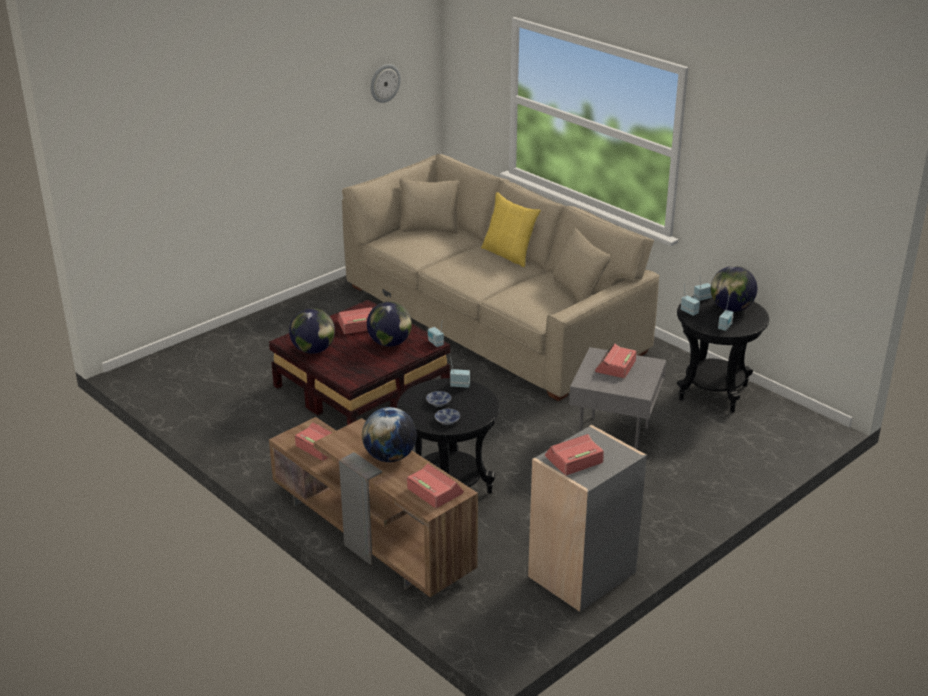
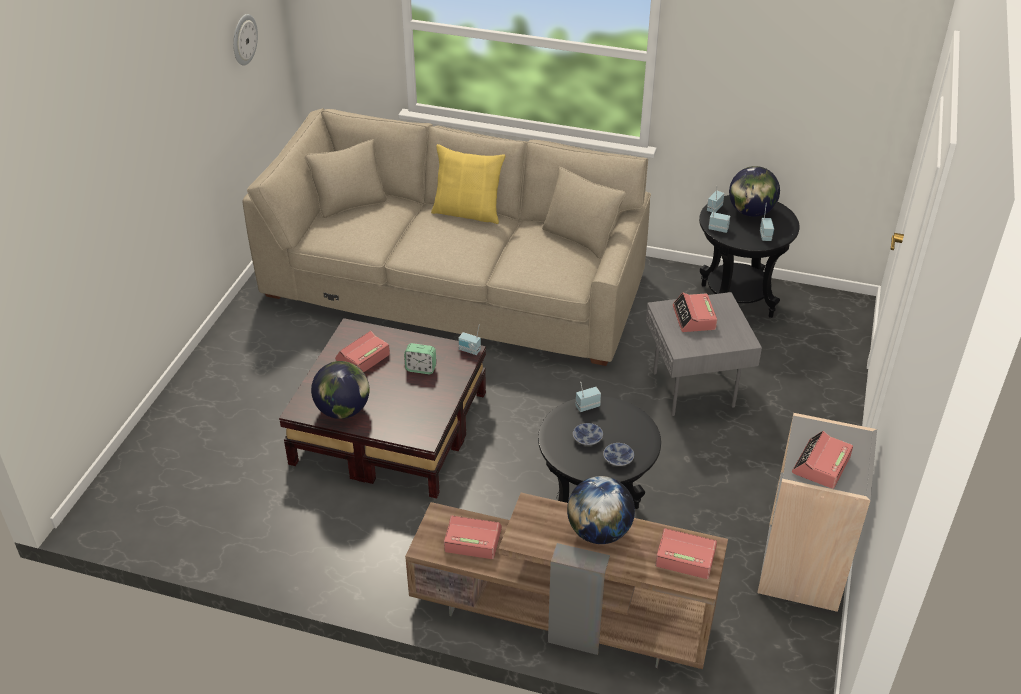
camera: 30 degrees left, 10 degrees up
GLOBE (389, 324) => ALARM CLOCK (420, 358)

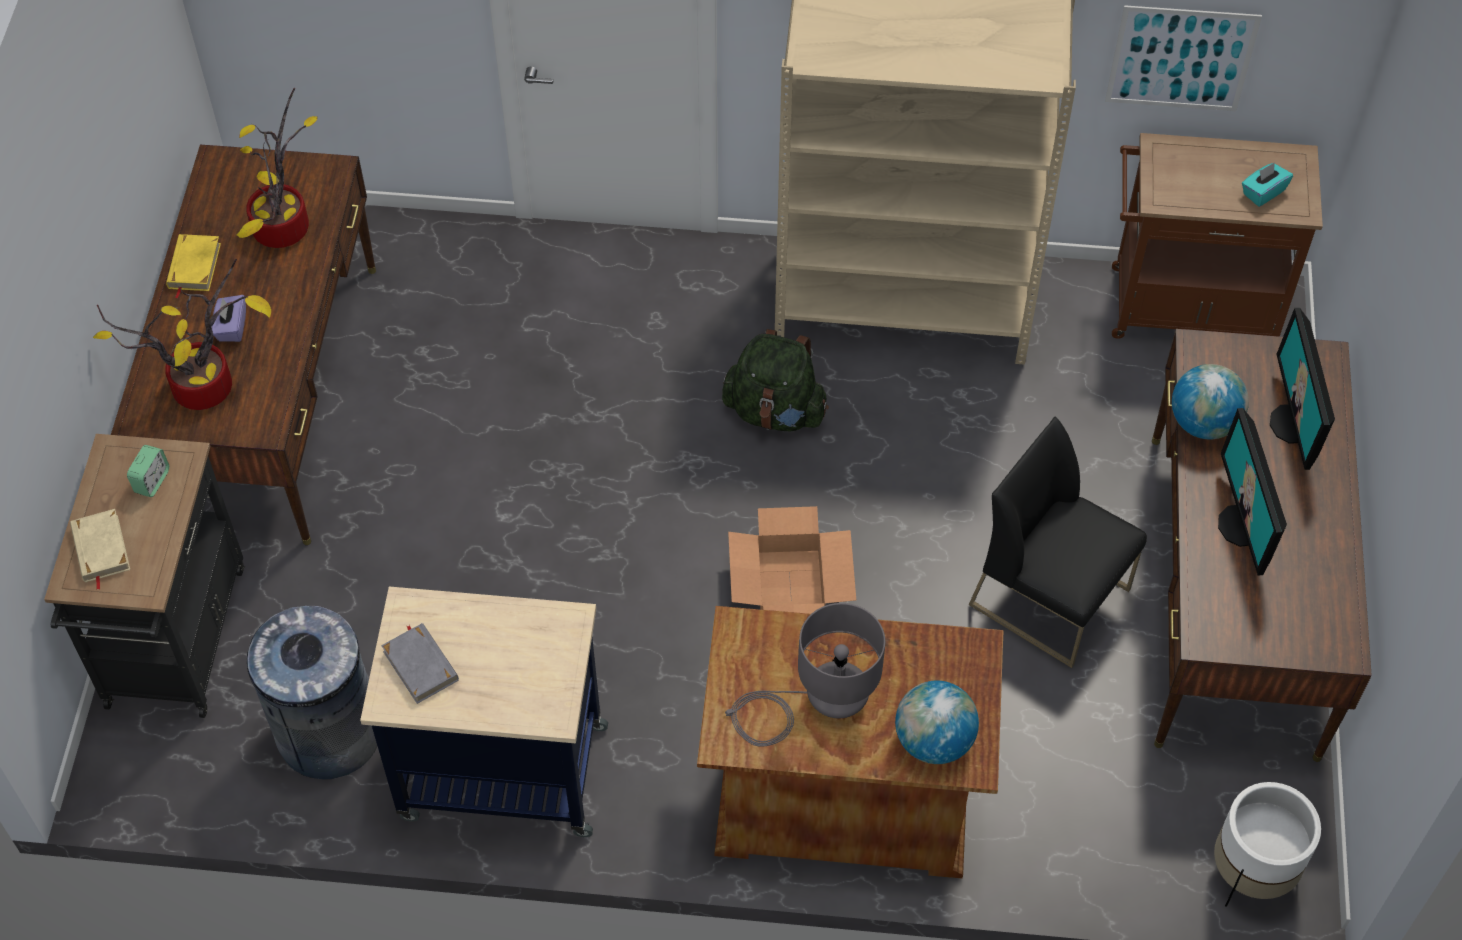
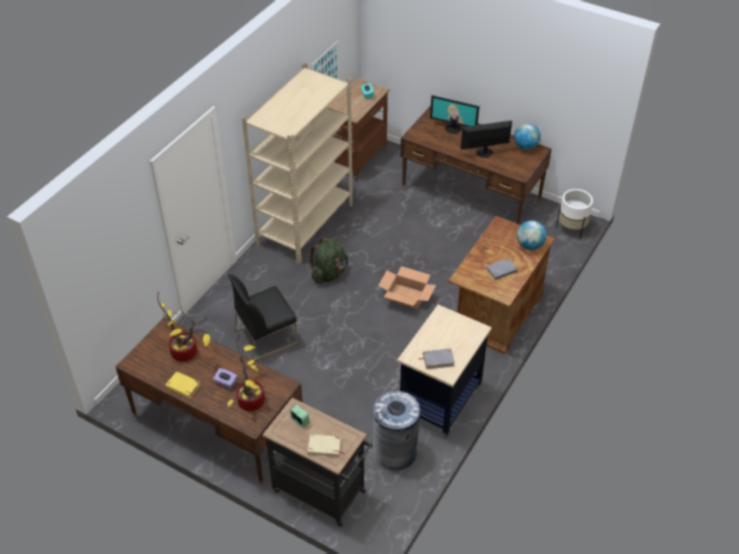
camera: 65 degrees left, 10 degrees down
BLACK CHAIR (1058, 542) => BLACK CHAIR (263, 317), move
MONITOR (1252, 492) => MONITOR (486, 139), 150 degrees clockwise
GREY TABLE LAMP (805, 675) => GREY BOOK (502, 269)
GLOBE (1210, 402) => GLOBE (527, 136), move

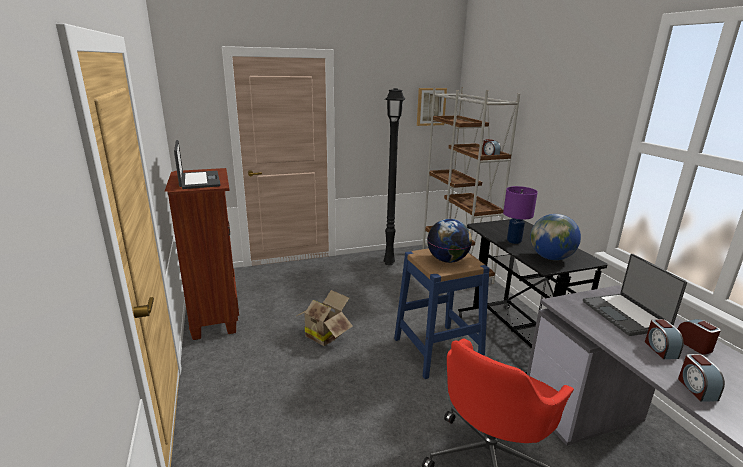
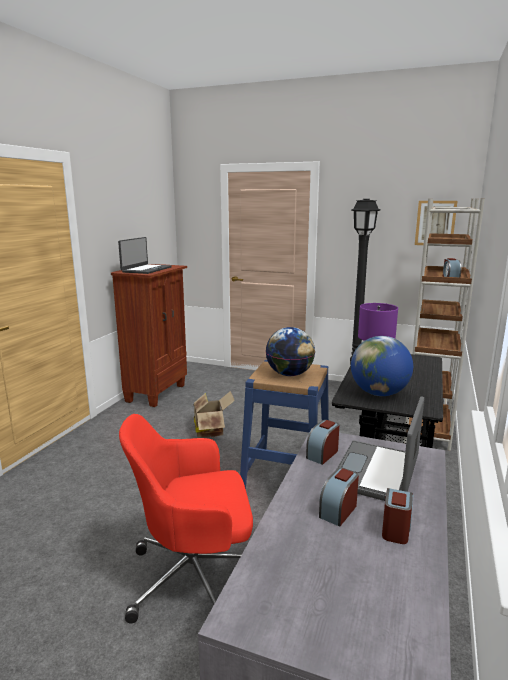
camera: 40 degrees right, 5 degrees down
ALARM CLOCK (701, 378) => ALARM CLOCK (322, 442), move

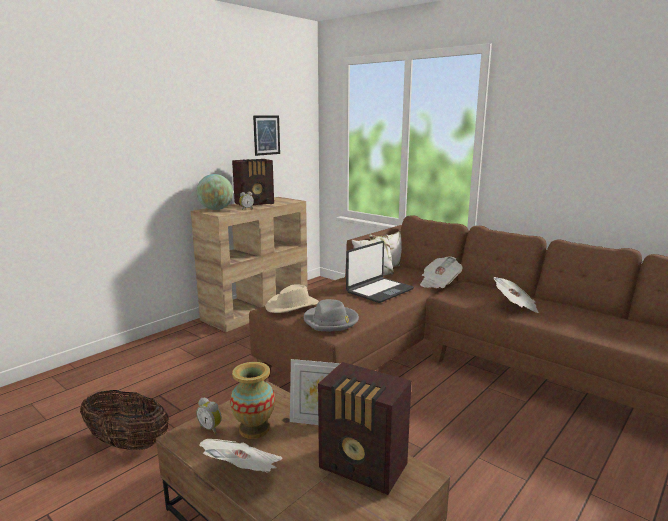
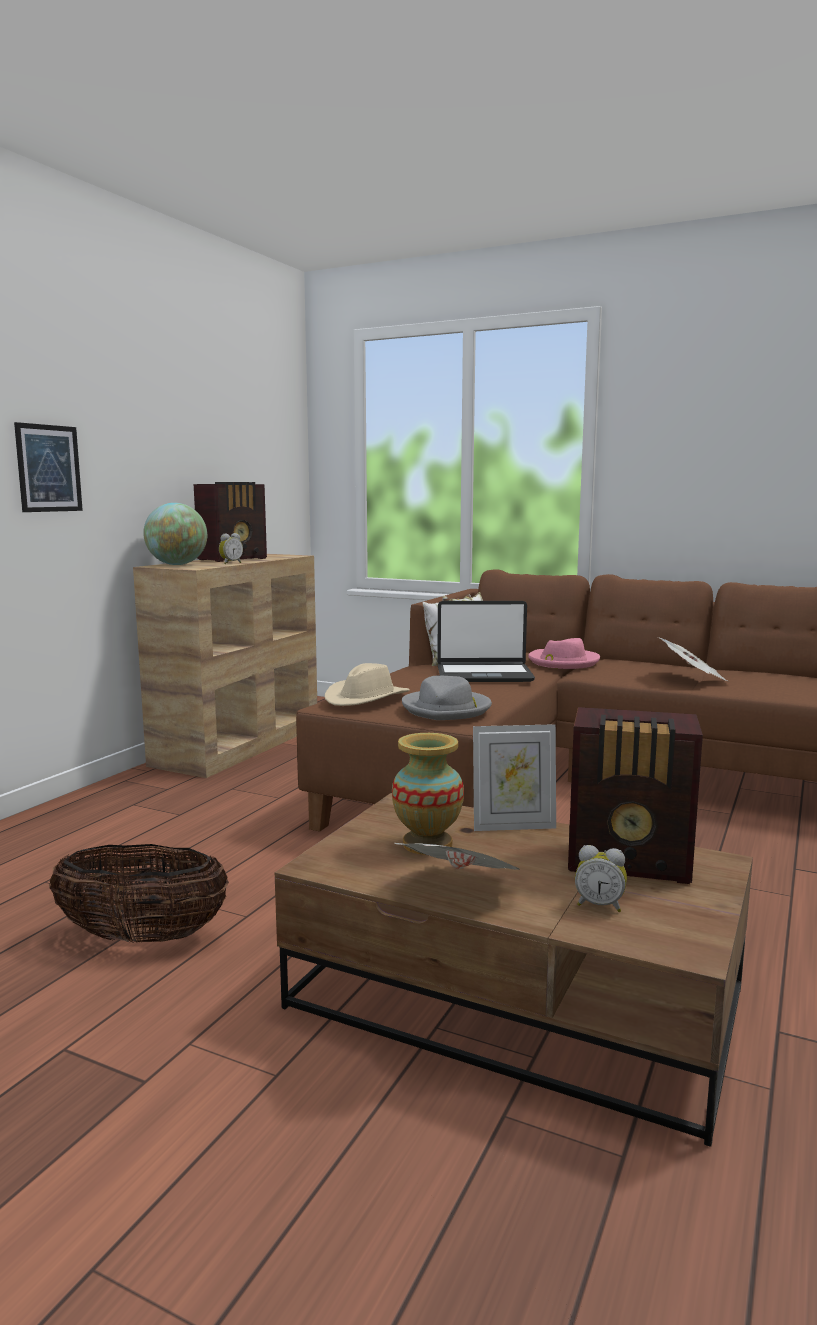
camera: 15 degrees left, 5 degrees down
PICTURE (266, 136) => PICTURE (48, 467), move
LAPTOP (380, 272) => LAPTOP (486, 641), 60 degrees clockwise
NEWSPAPER (441, 272) => PINK HAT (564, 653)
ALARM CLOCK (209, 416) => ALARM CLOCK (601, 878), move

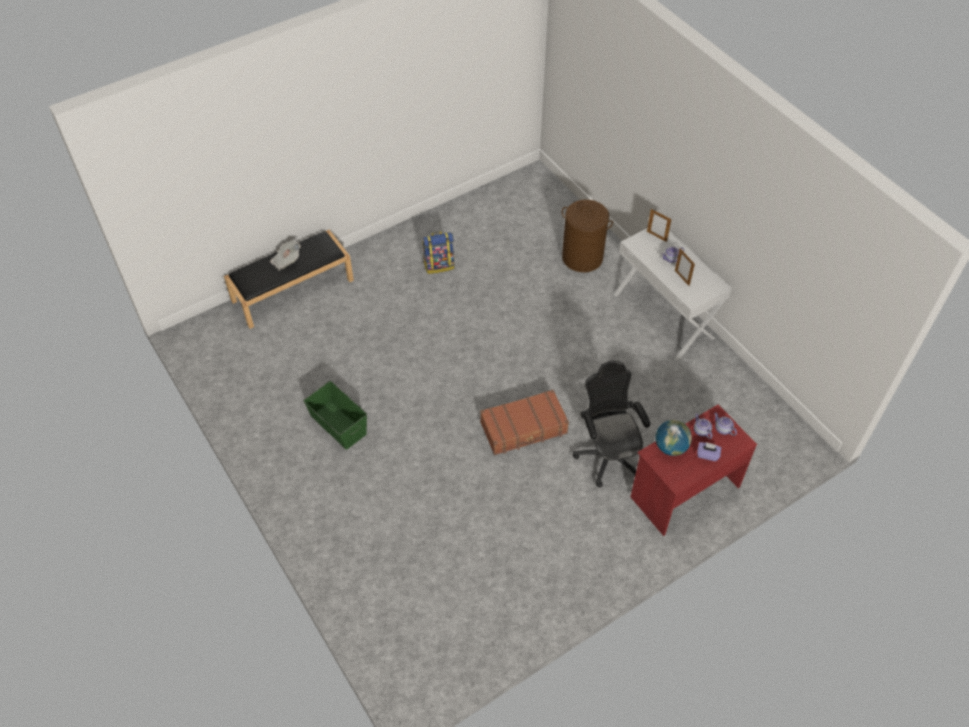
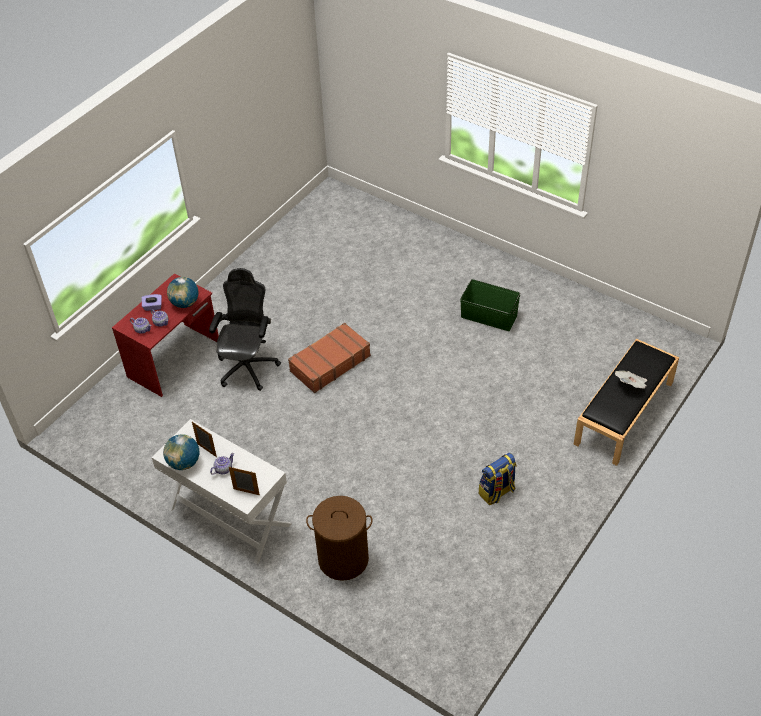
camera: 160 degrees right, 5 degrees down
nothing => GLOBE (181, 452)
OFFICE CHAIR (611, 424) => OFFICE CHAIR (245, 329), 135 degrees counterclockwise

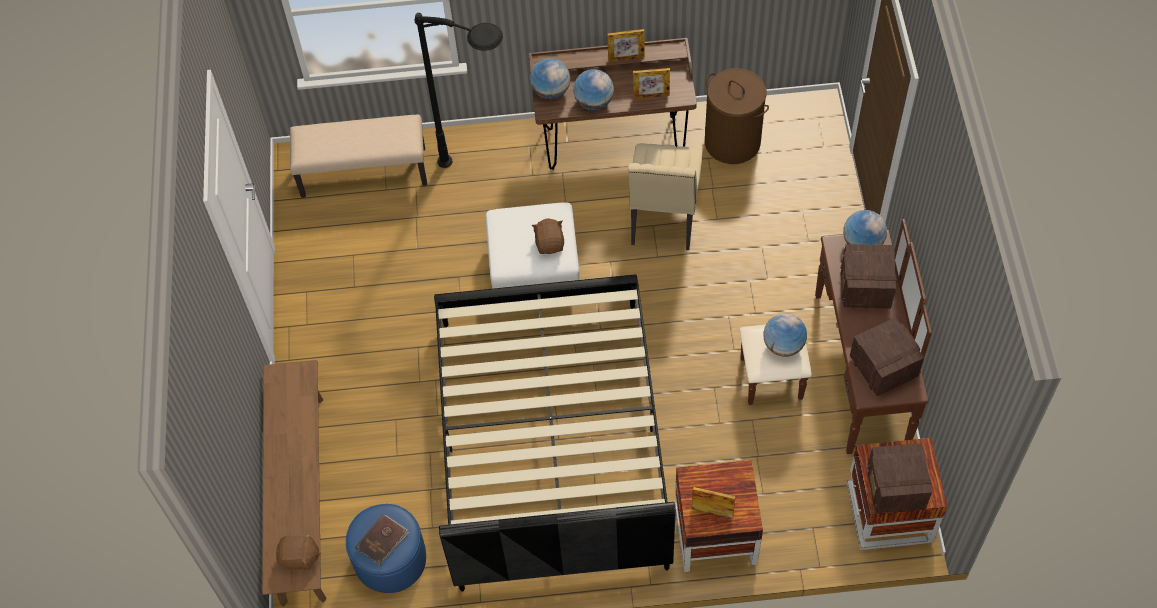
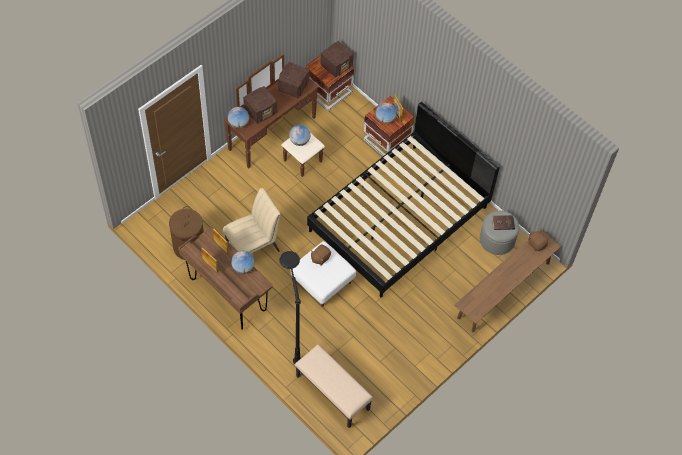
camera: 135 degrees left, 0 degrees up
GLOBE (550, 78) => GLOBE (386, 113), move
BLUE OTTOMAN (386, 548) => GREY OTTOMAN (499, 232)

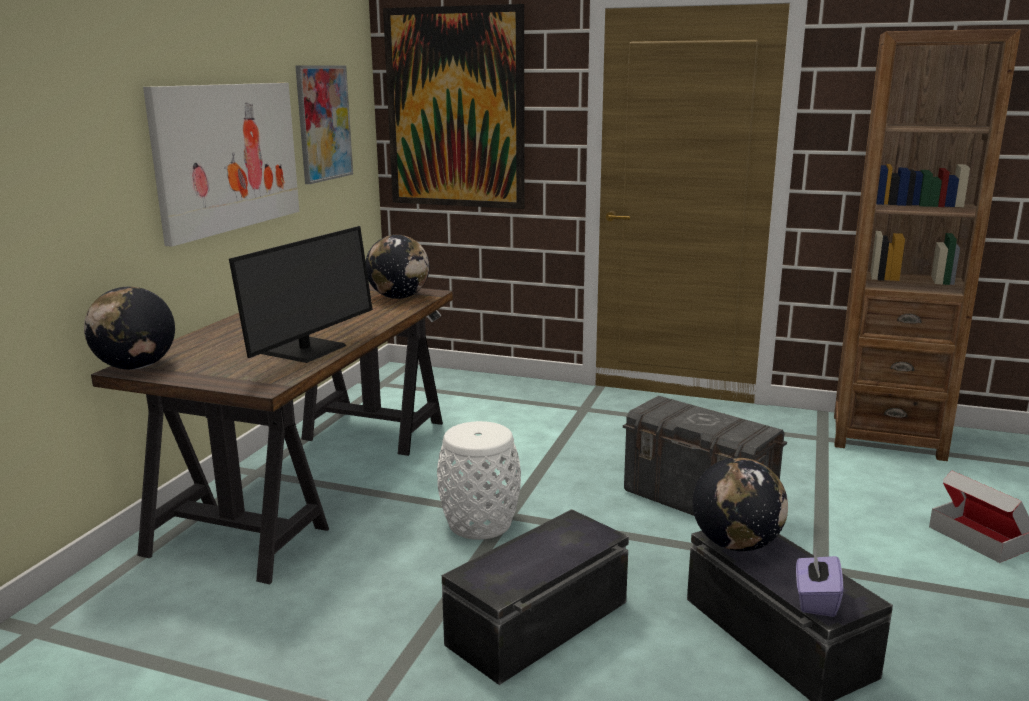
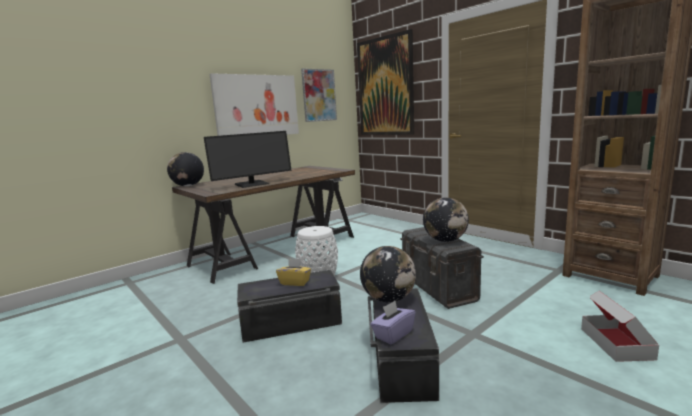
camera: 30 degrees right, 5 degrees down
nothing => YELLOW TISSUE BOX (293, 272)
GLOBE (397, 267) => GLOBE (446, 219), move

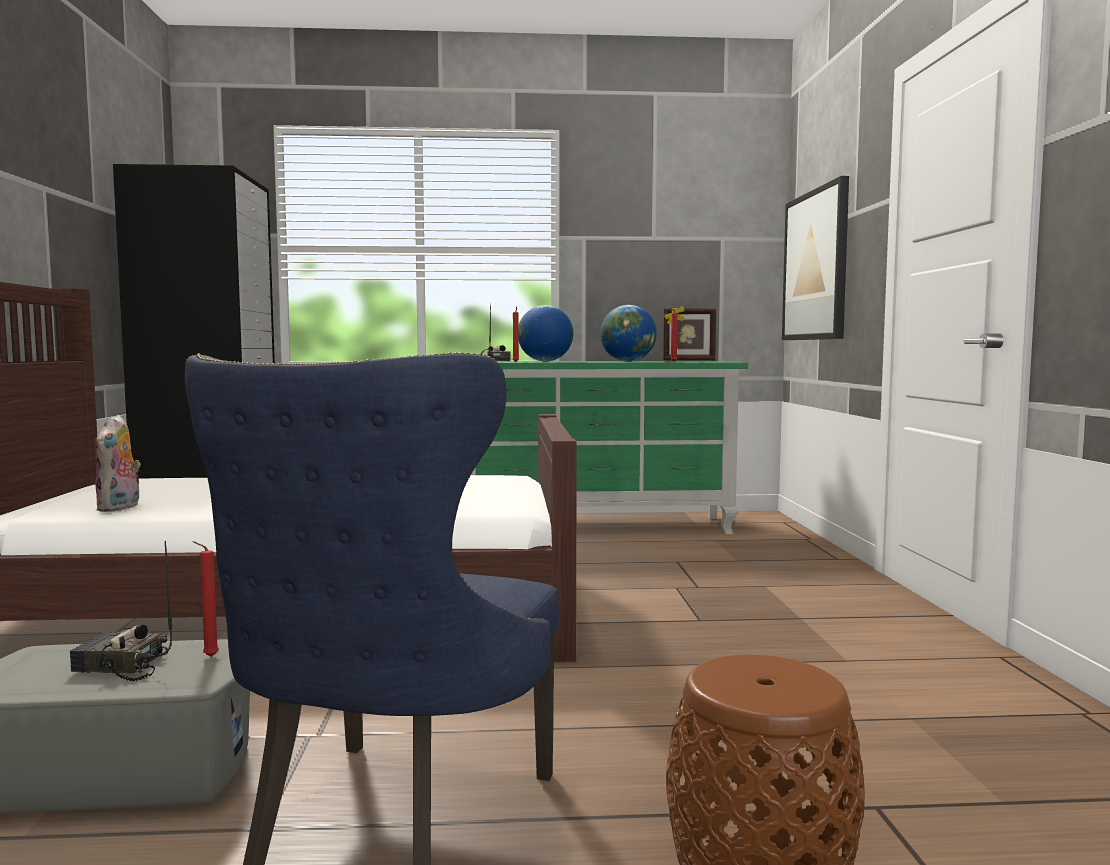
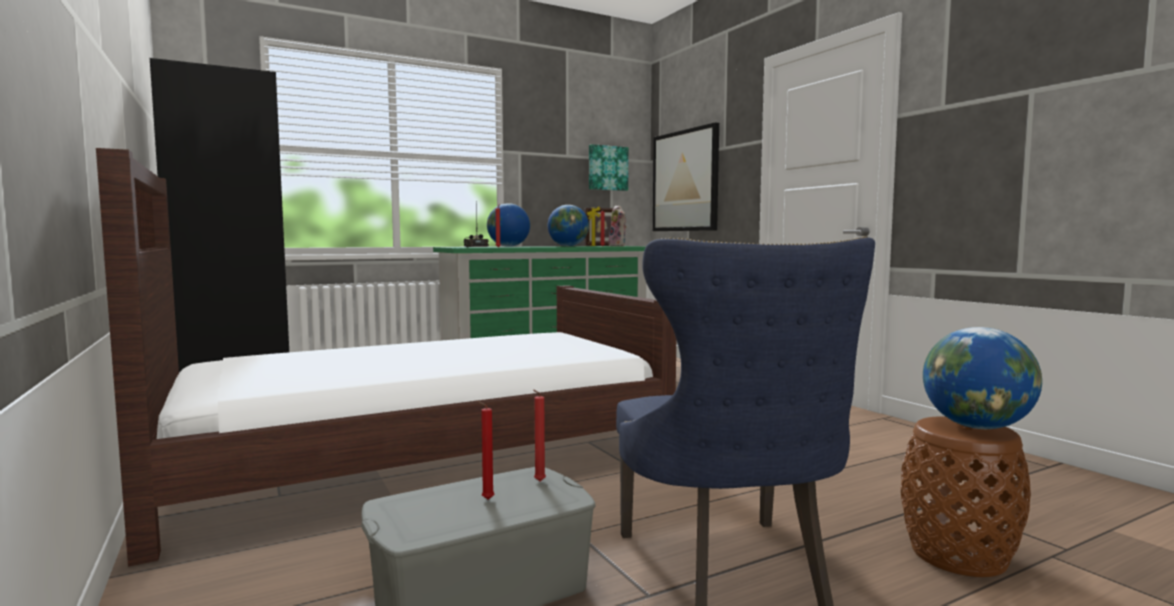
camera: 25 degrees left, 0 degrees up
RADIO (121, 611) => RED CANDLE (485, 450)
nothing => PICTURE (608, 167)
PLUSH TOY (118, 463) => PLUSH TOY (617, 225), move
nothing => GLOBE (982, 378)

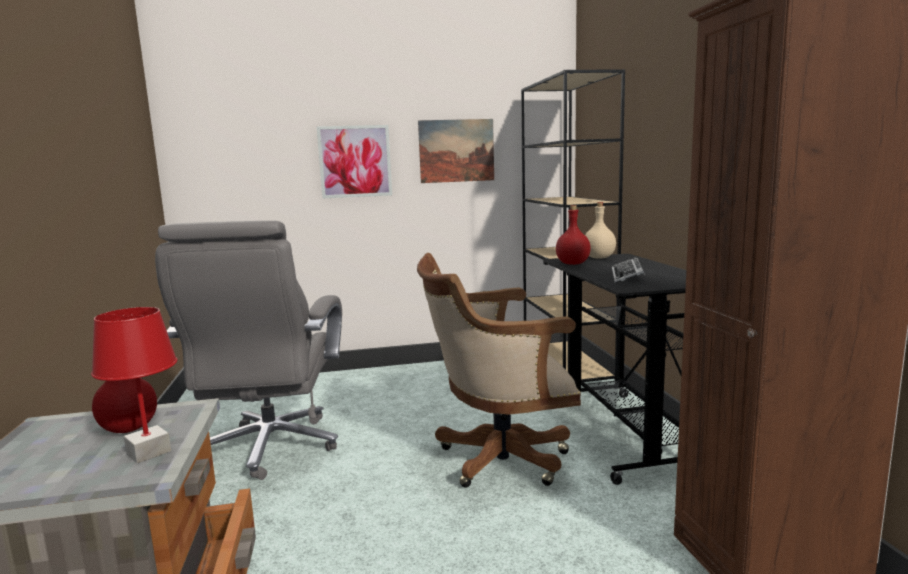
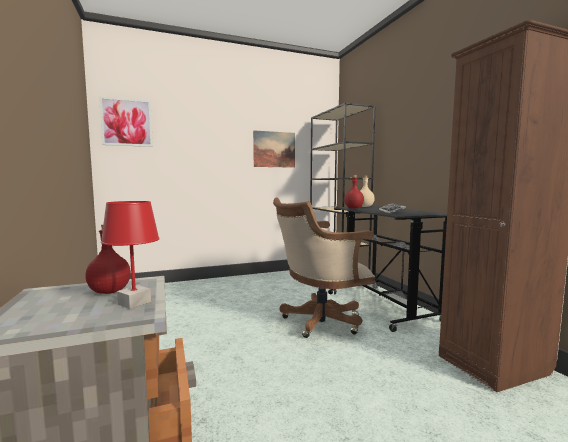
camera: 10 degrees left, 5 degrees down
PICTURE (354, 162) => PICTURE (126, 121), move
GREY OFFICE CHAIR (248, 350) => nothing

